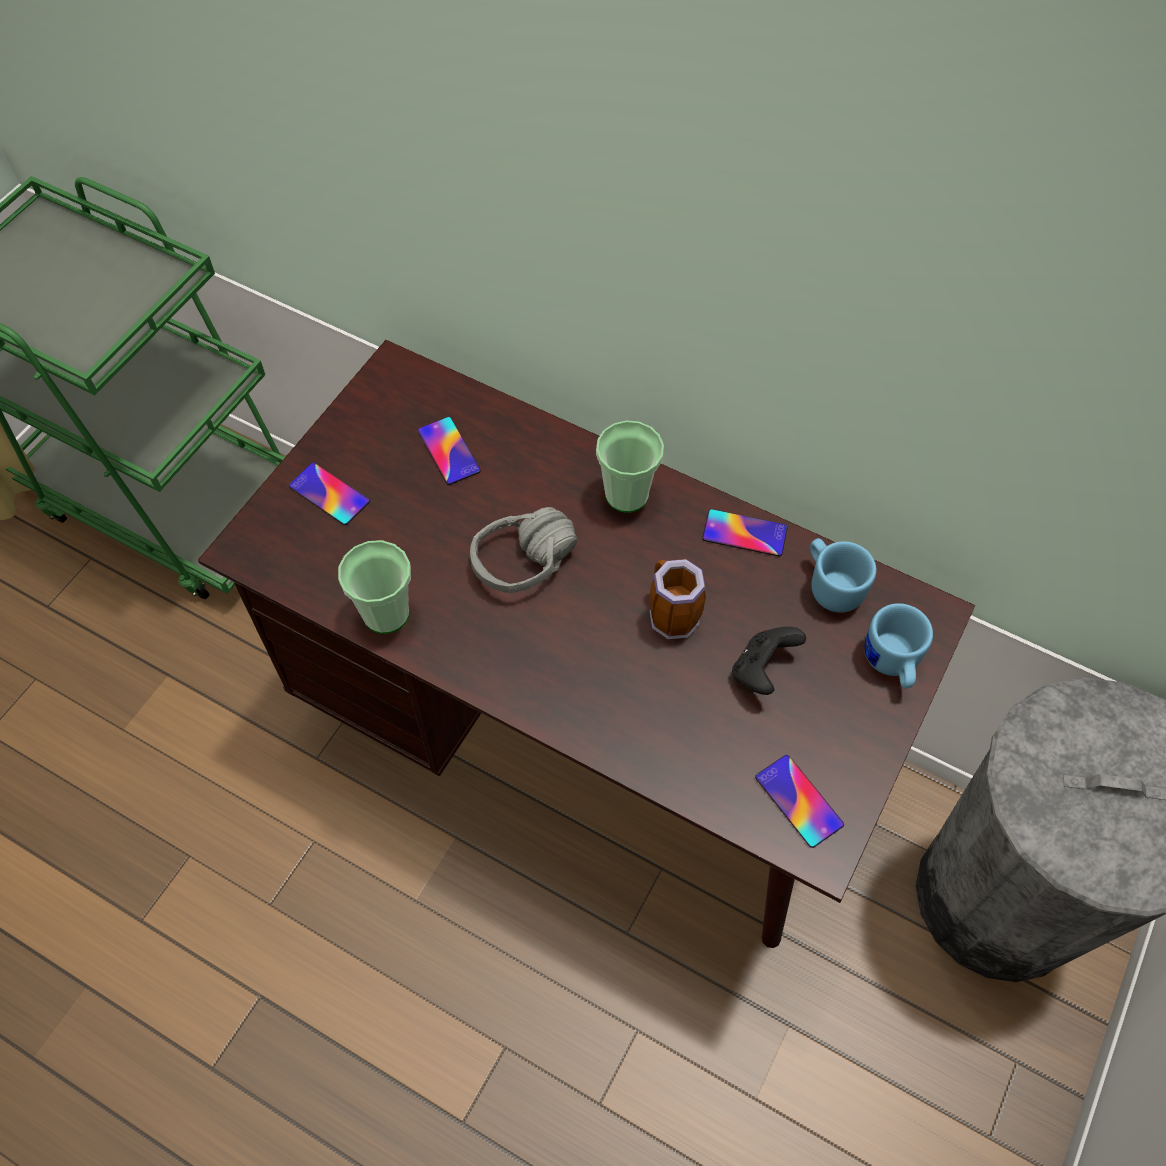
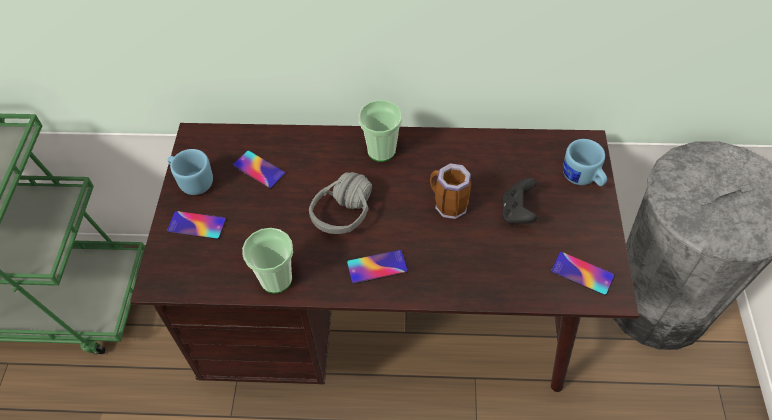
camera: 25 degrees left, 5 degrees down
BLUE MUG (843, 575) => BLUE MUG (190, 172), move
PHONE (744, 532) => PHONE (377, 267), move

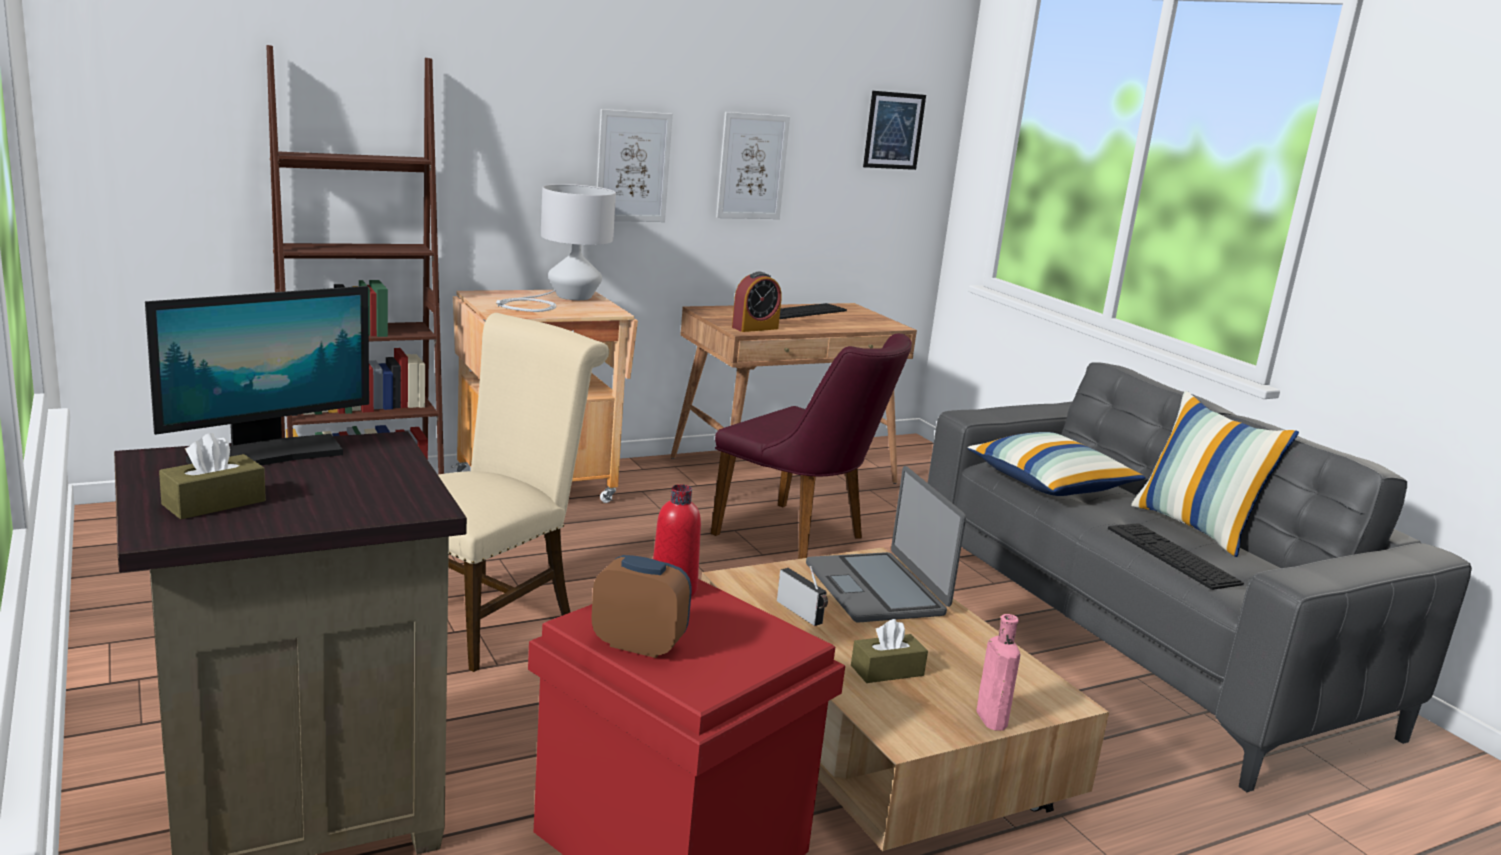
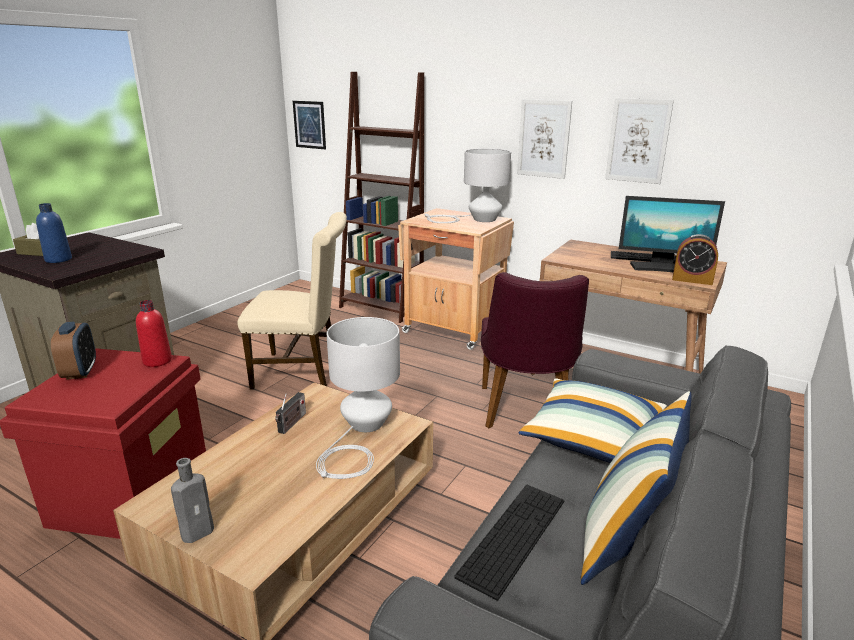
camera: 60 degrees right, 5 degrees up
nothing => BLUE BOTTLE (54, 233)
PINK BOTTLE (998, 672) => GREY BOTTLE (192, 500)
PICTURE (894, 130) => PICTURE (309, 125), move
LAPTOP (886, 544) => WHITE TABLE LAMP (358, 398)
MONITOR (257, 375) => MONITOR (672, 234), move
ALARM CLOCK (757, 302) => ALARM CLOCK (695, 259), move
BROWN TISSUE BOX (889, 651) => nothing

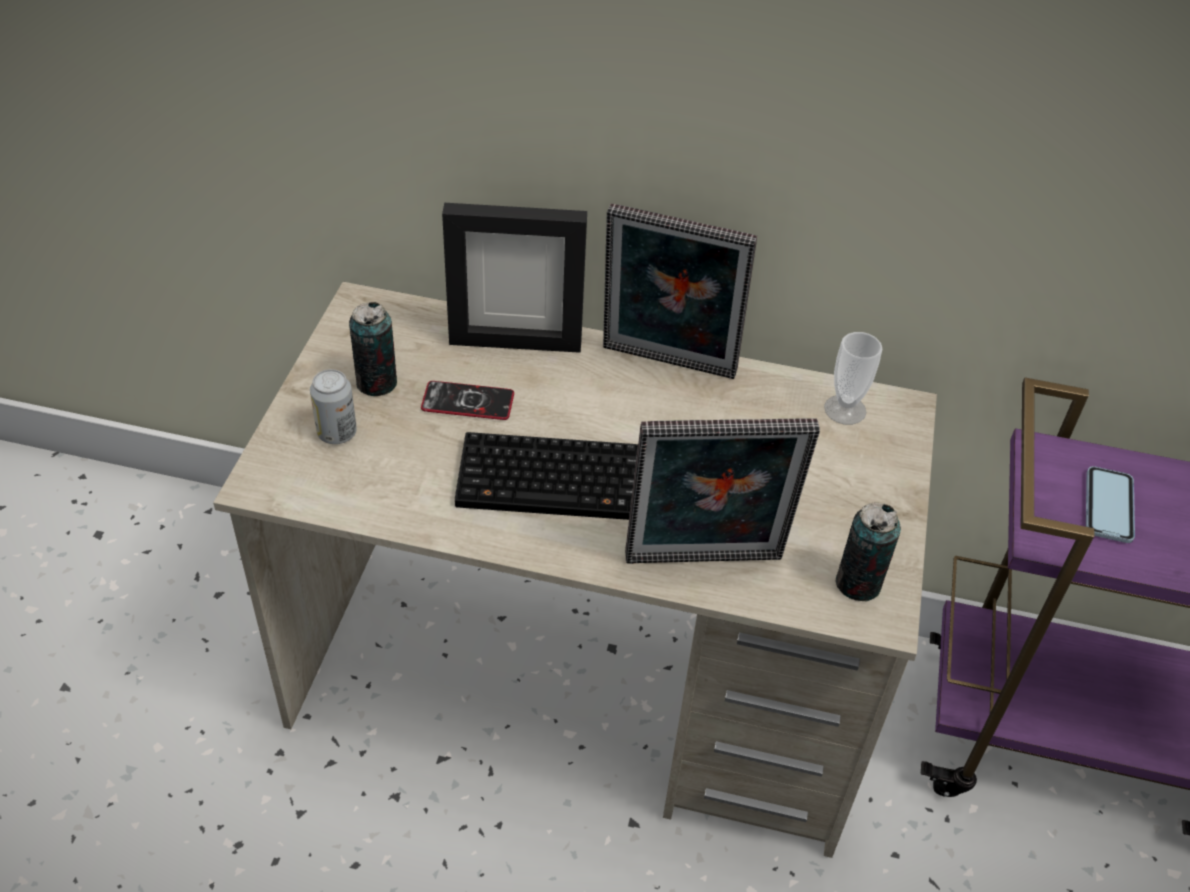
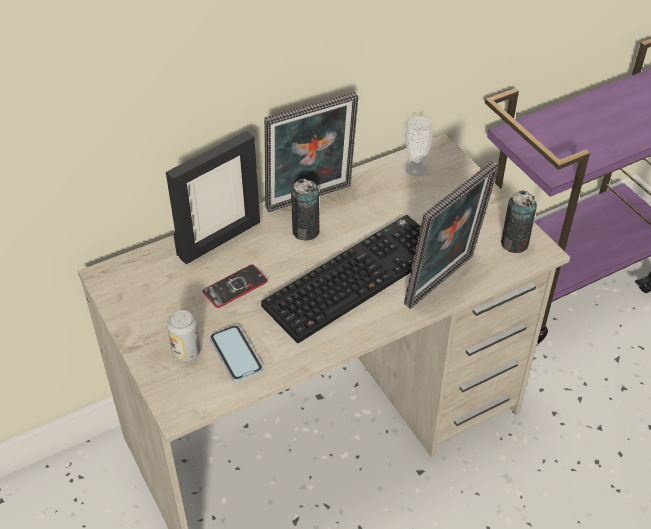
camera: 40 degrees left, 0 degrees up
PHONE (1110, 504) => PHONE (236, 353), move
CAN (373, 349) => CAN (305, 209), move

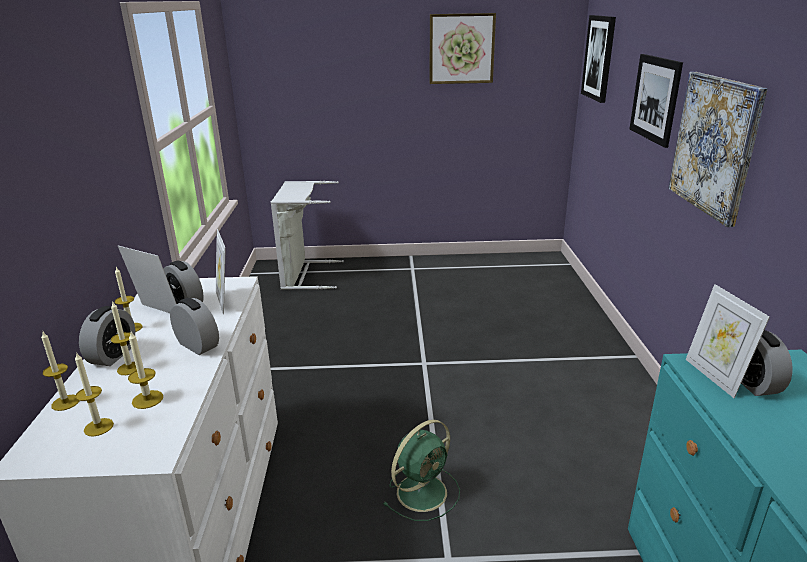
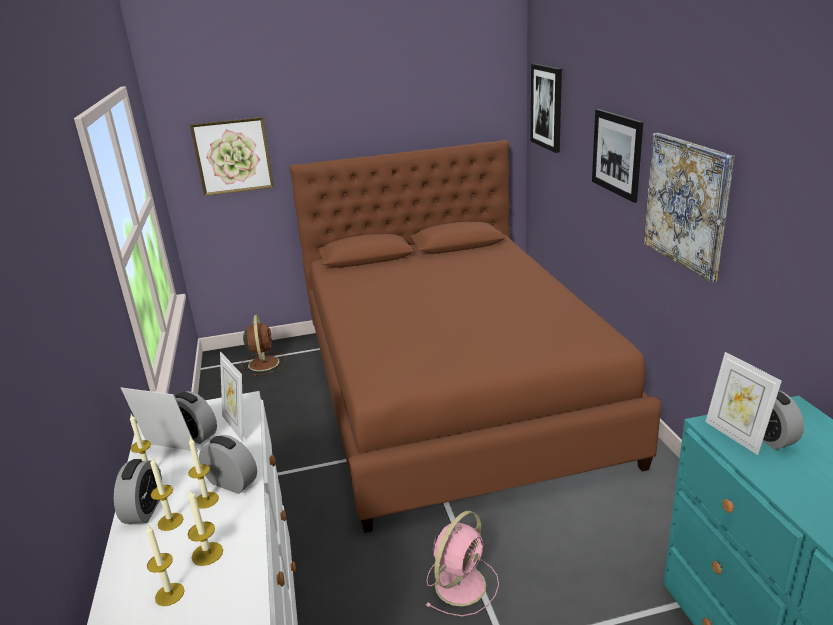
camera: 10 degrees left, 0 degrees up
CANDLE (60, 371) => CANDLE (203, 473), move
PICTURE (463, 48) => PICTURE (232, 156), move
GREY LAUNDRY BASKET (307, 235) => BROWN FAN (263, 345)
nothing => BROWN BED (476, 336)
GREEN FAN (421, 470) => PINK FAN (462, 563)

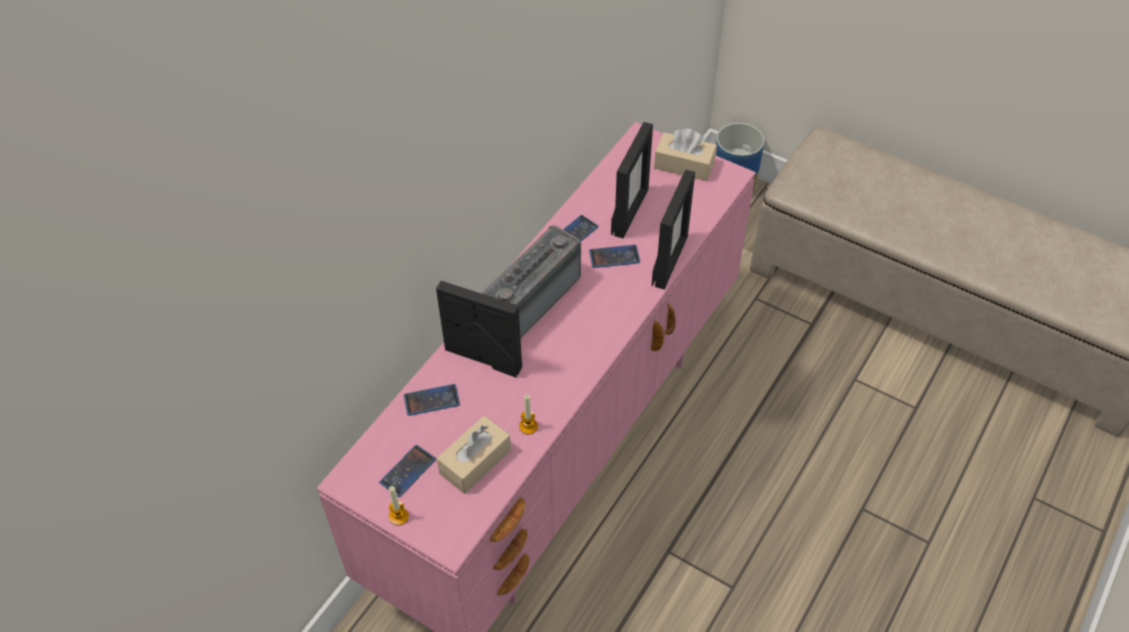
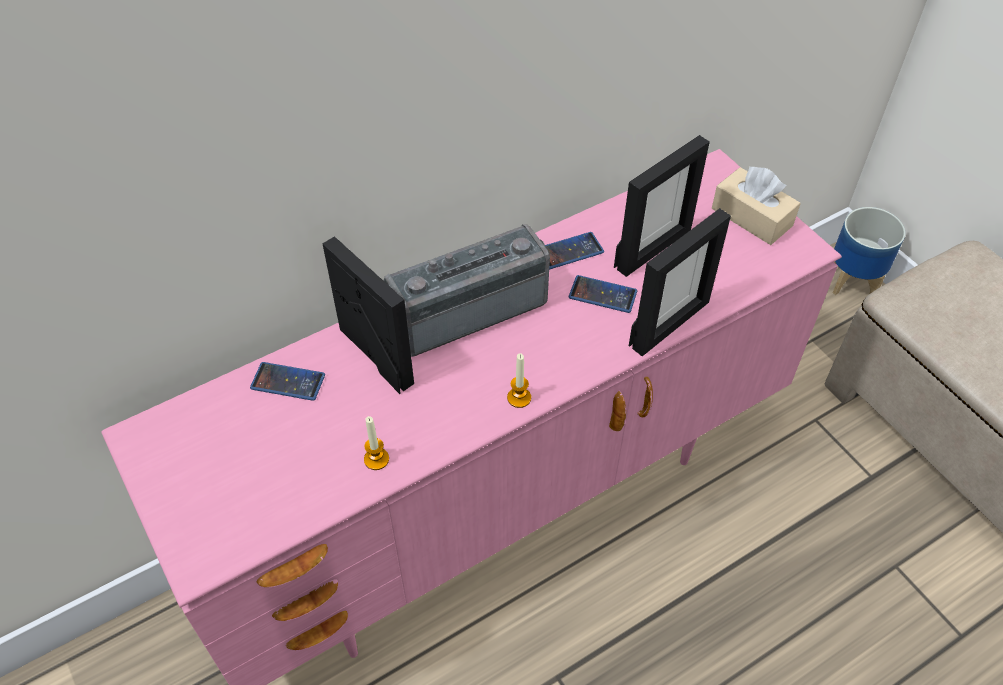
camera: 25 degrees right, 0 degrees up
CANDLE (399, 506) => CANDLE (519, 380), move
PHONE (407, 471) => nothing
BEIGE TISSUE BOX (474, 454) => nothing

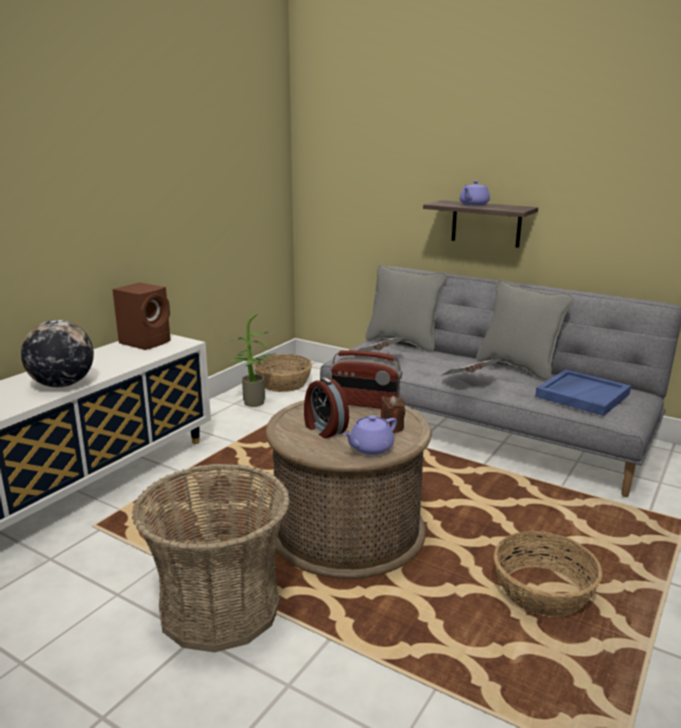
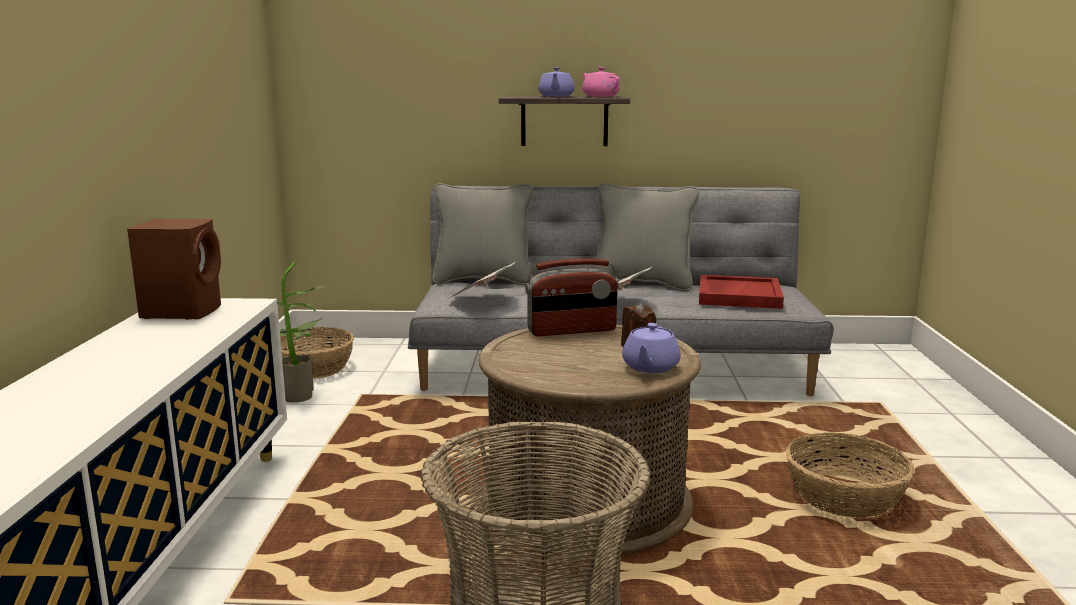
camera: 30 degrees left, 5 degrees down
nothing => PINK TEAPOT (601, 82)
BLUE TRAY (583, 392) => RED TRAY (741, 292)
GLOBE (57, 353) => nothing
ALARM CLOCK (326, 407) => nothing

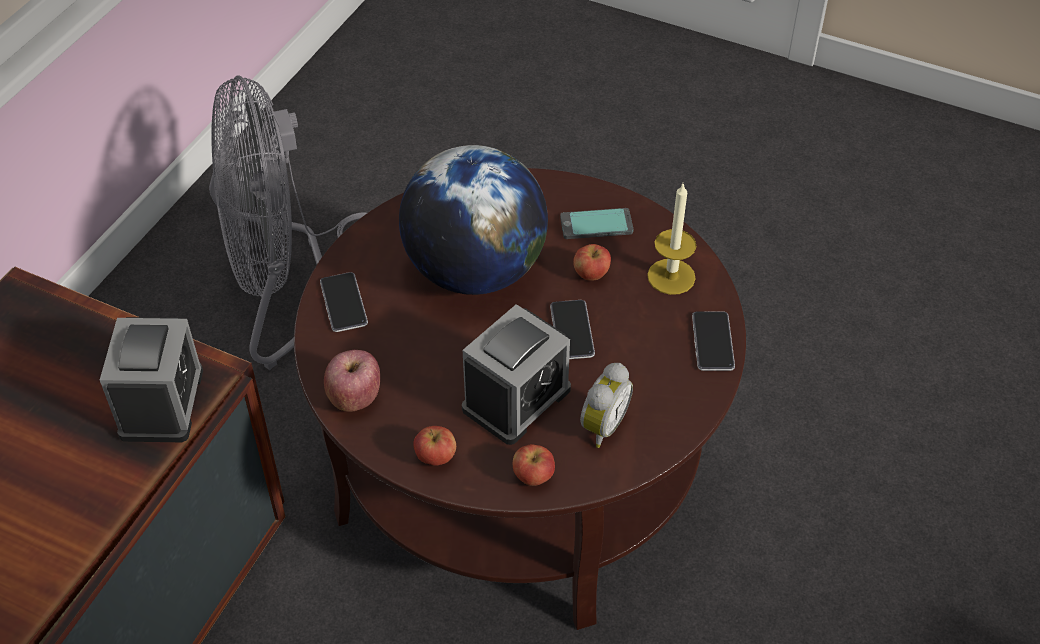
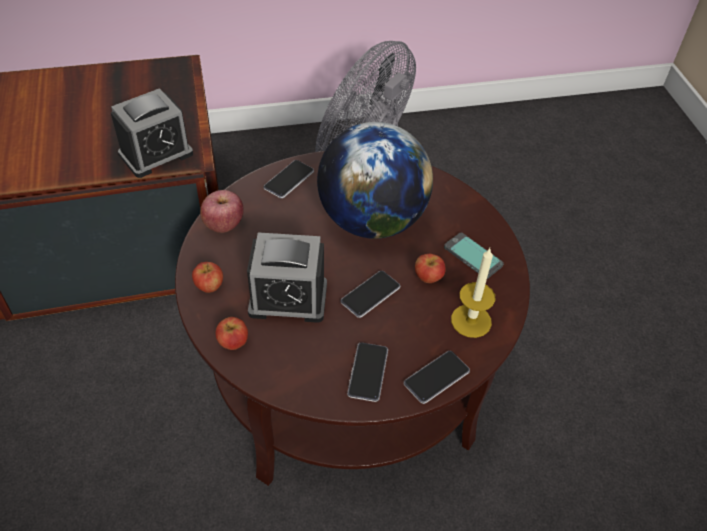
camera: 50 degrees right, 0 degrees up
nothing => PHONE (367, 372)
ALARM CLOCK (606, 405) => nothing

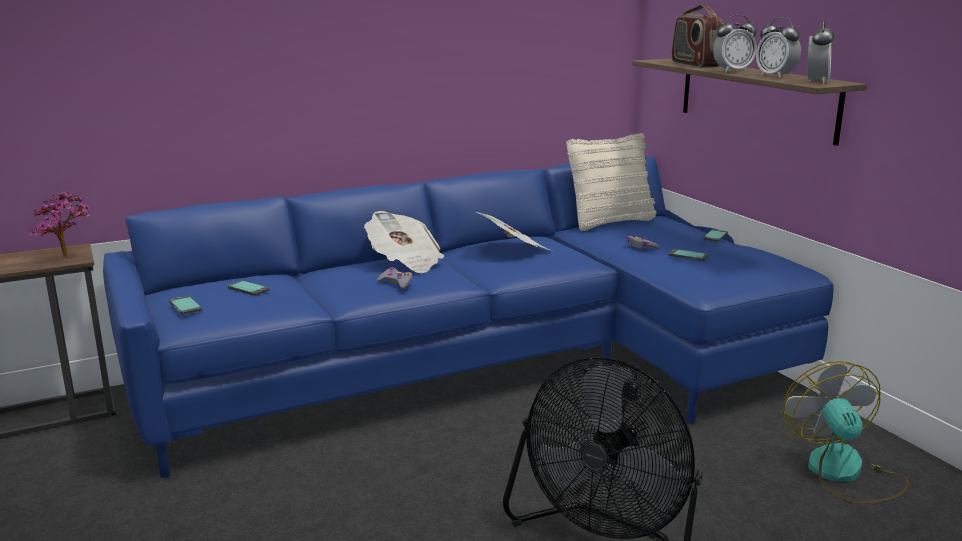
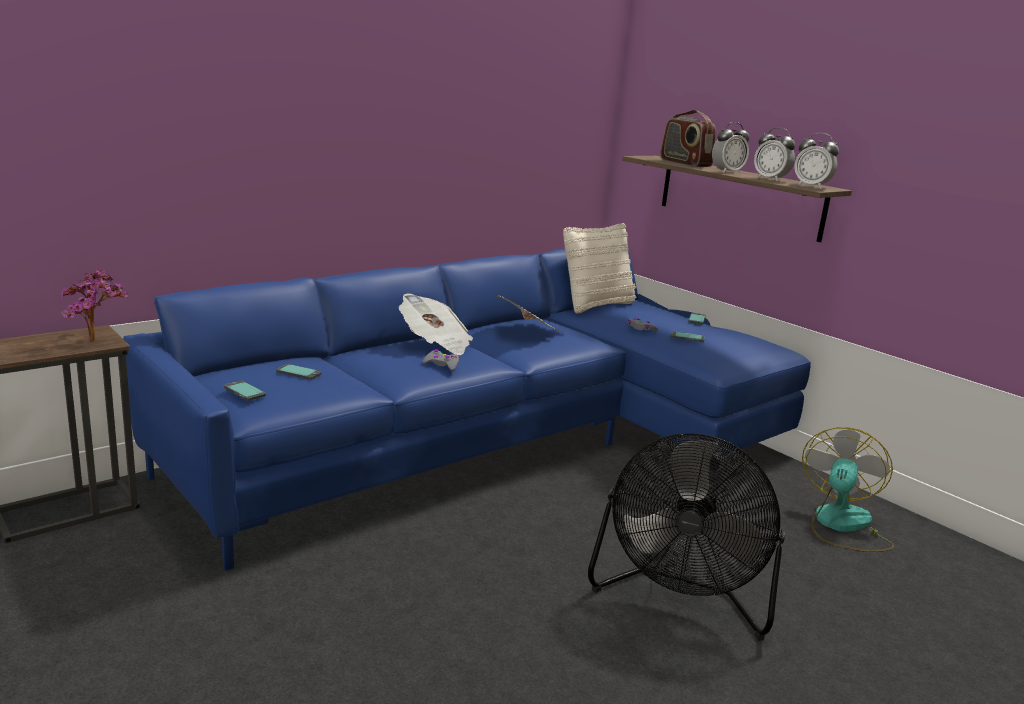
camera: 15 degrees left, 0 degrees up
ALARM CLOCK (821, 51) => ALARM CLOCK (816, 161), 120 degrees clockwise
FAN (846, 432) => FAN (848, 489), 45 degrees clockwise

